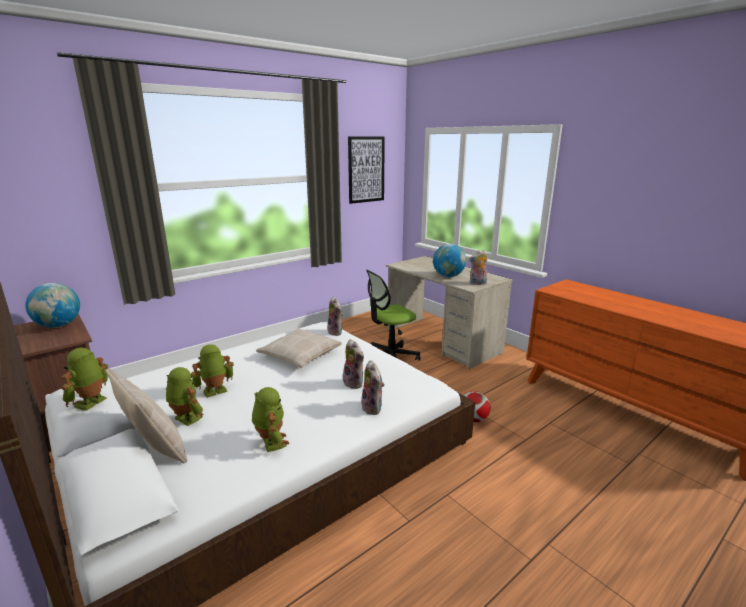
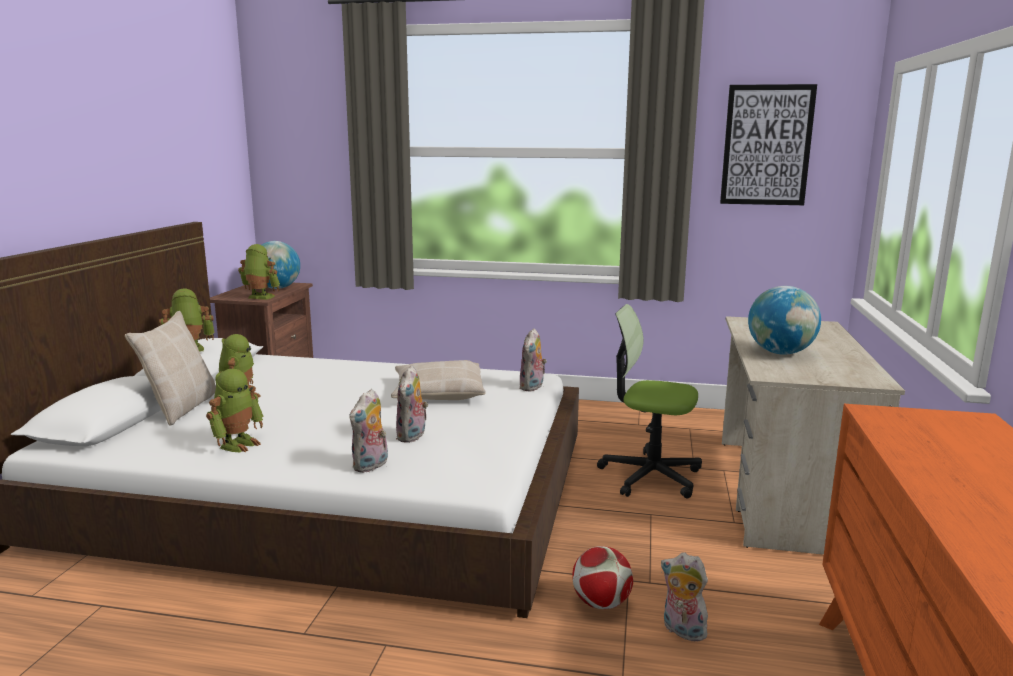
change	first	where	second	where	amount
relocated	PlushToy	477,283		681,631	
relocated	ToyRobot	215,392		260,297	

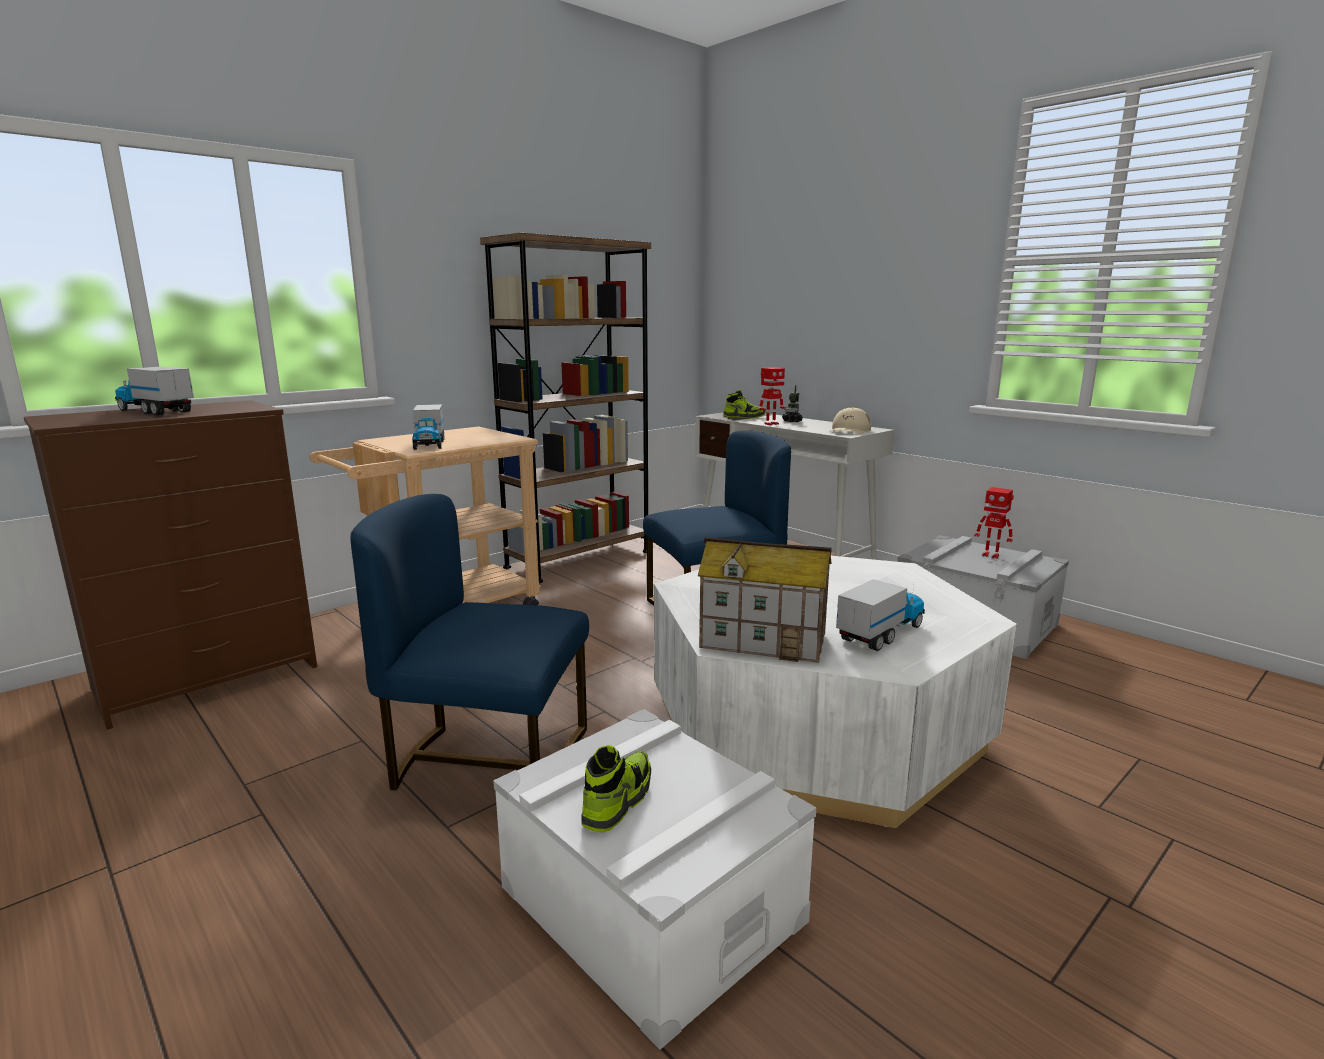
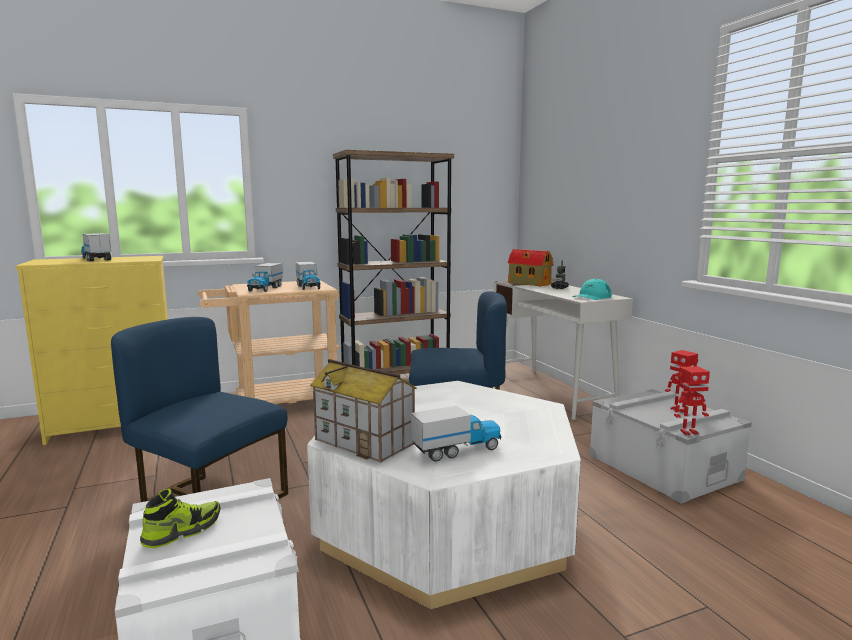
change	first	where	second	where	amount
relocated	ToyRobot	770,424		688,432	
exchanged	Shoe	744,417	ToyHouse	528,283	
colour	BrownDresser	209,677	YellowDresser	116,424	
colour	BeigeCap	849,430	TurquoiseCap	591,297	
appeared			ToyTruck	308,287	

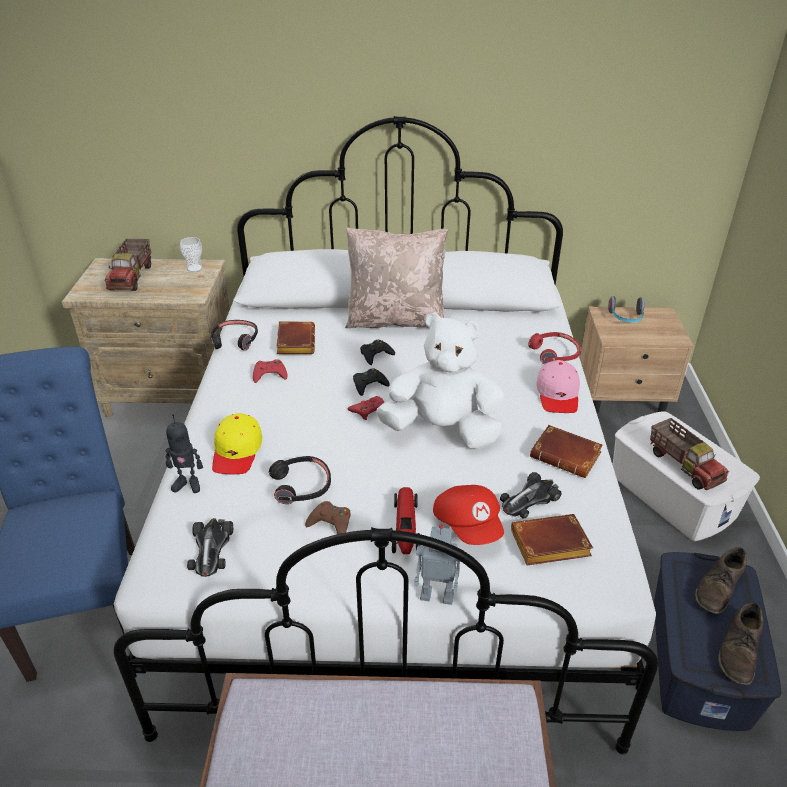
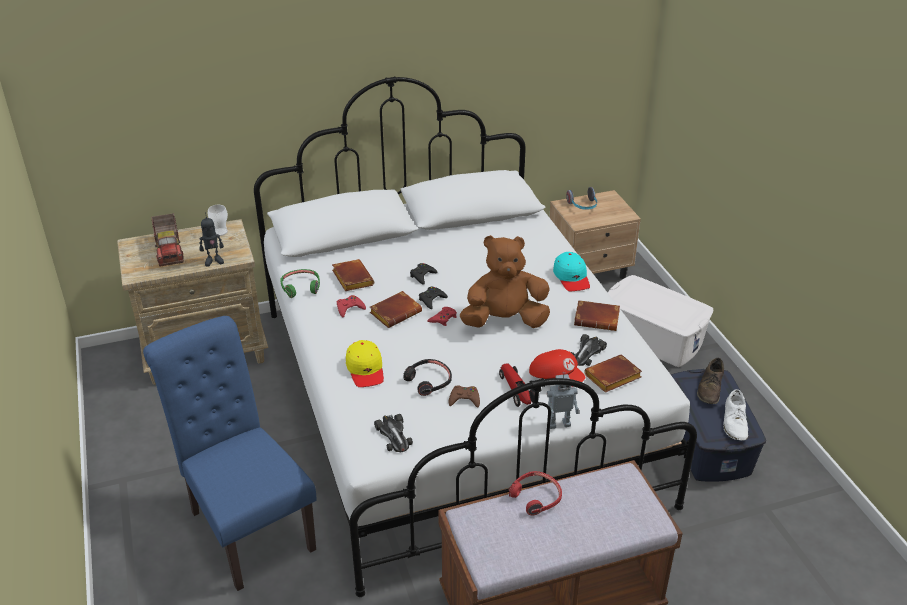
change	first	where	second	where	amount
missing	BeigePillow	396,320			
colour	WhitePlushToy	442,430	BrownPlushToy	504,321	
colour	BlackHeadphones	235,340	GreenHeadphones	301,287	
relocated	RedHeadphones	554,353		536,497	
colour	PinkCap	558,394	TurquoiseCap	571,277	
relocated	ToyRobot	188,484		214,261	
missing	ToyTruck	684,465			
colour	BrownShoe	739,650	WhiteShoe	735,422	
appeared			BrownBook	396,312	

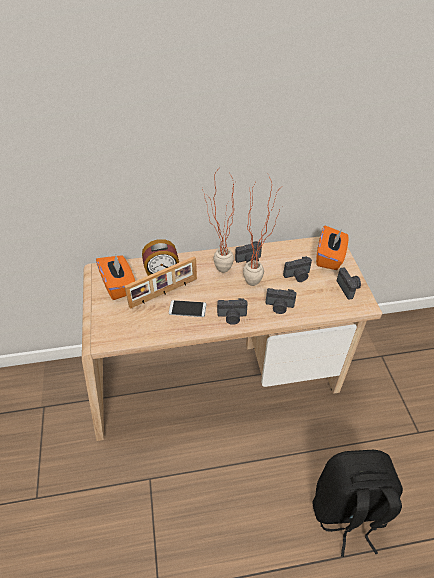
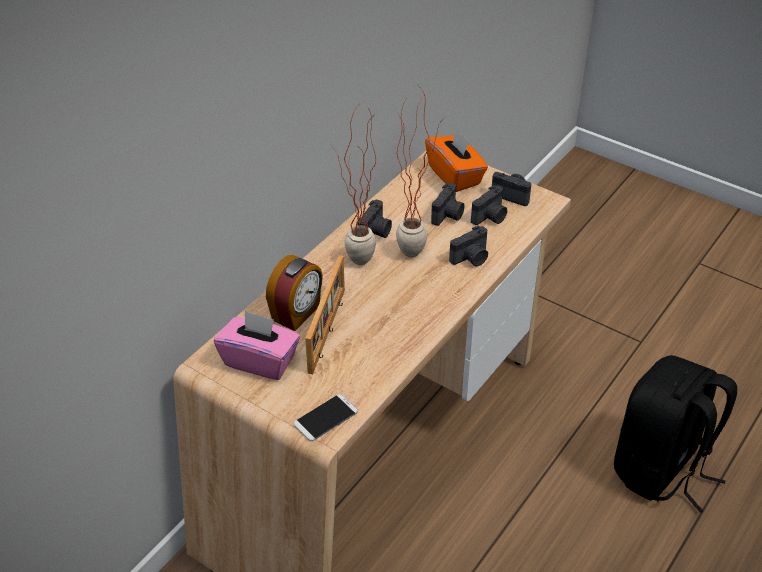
change	first	where	second	where	amount
colour	OrangeTissueBox	119,285	PinkTissueBox	260,361	
relocated	PhotoCamera	232,317		490,217	
relocated	Phone	187,309		326,418	

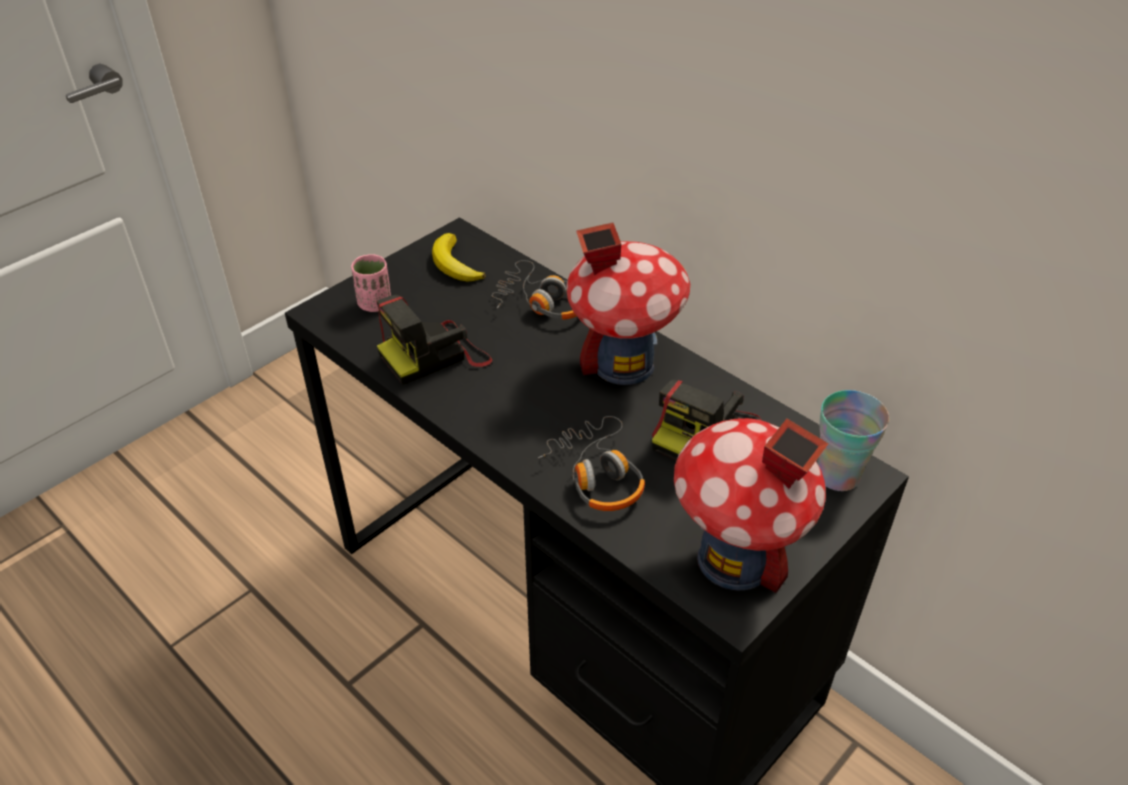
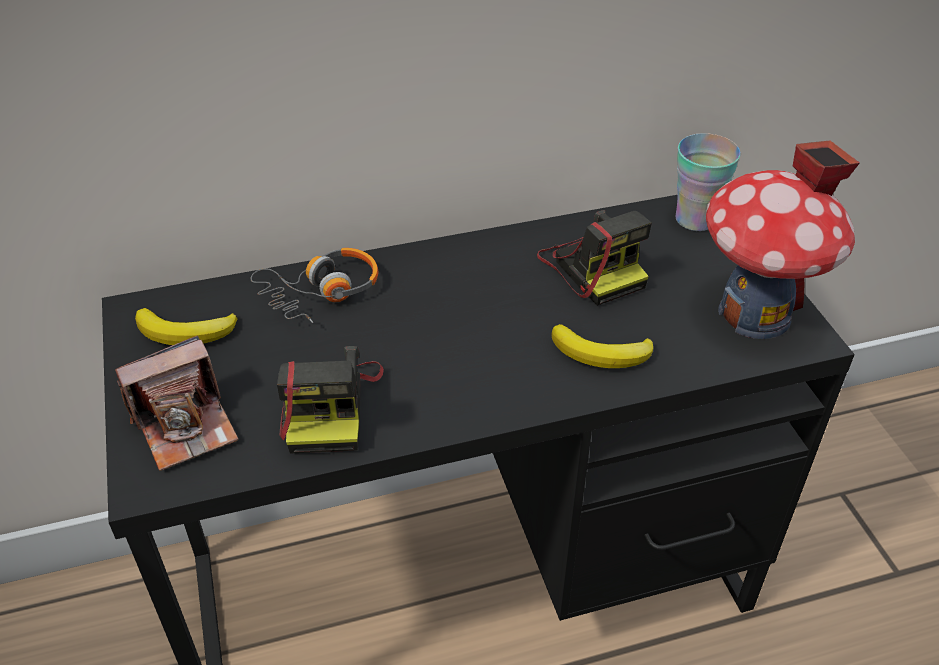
change	first	where	second	where	amount
missing	ToyHouse	623,363			
exchanged	PinkCup	375,304	PhotoCamera	186,426	
exchanged	Headphones	598,474	Banana	602,353	

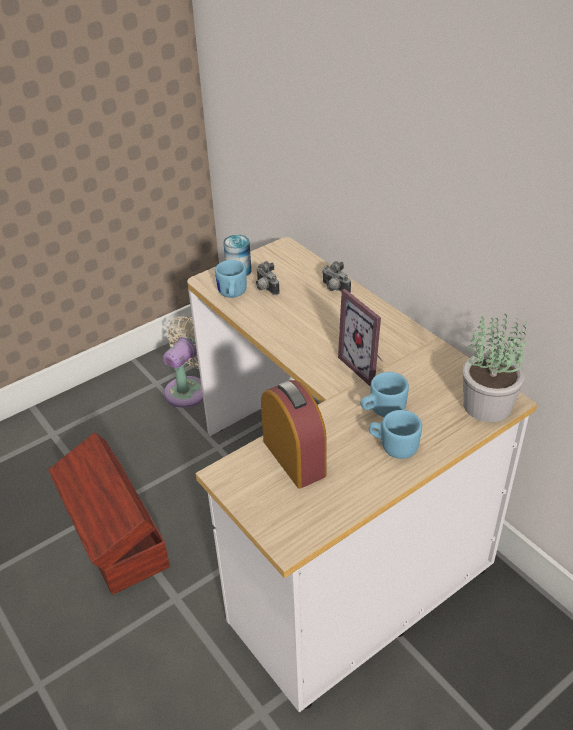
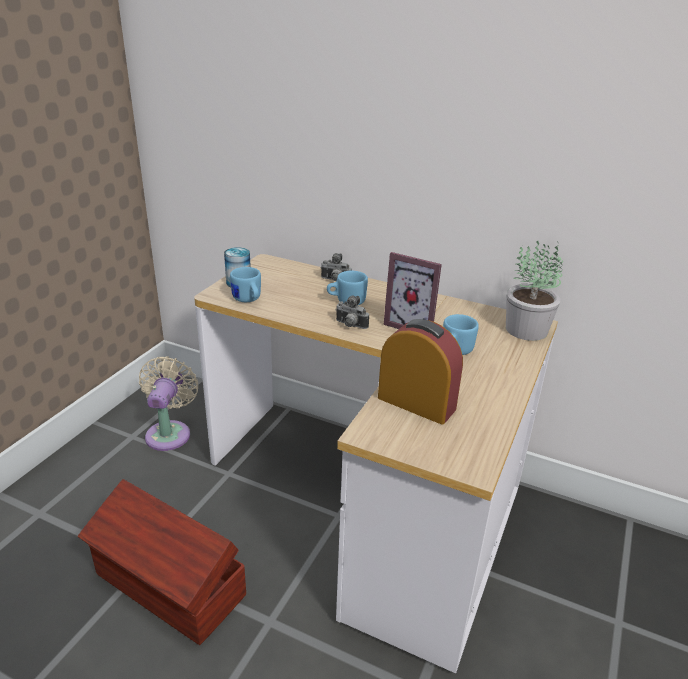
change	first	where	second	where	amount
relocated	PhotoCamera	265,288		350,326	
relocated	BlueMug	393,446		346,301	

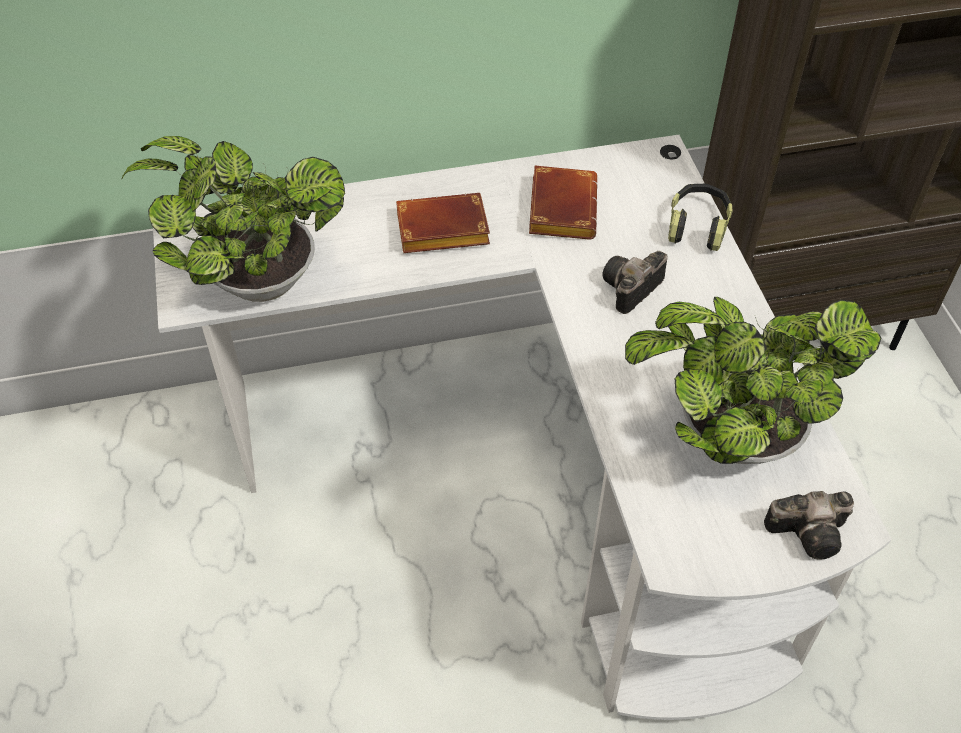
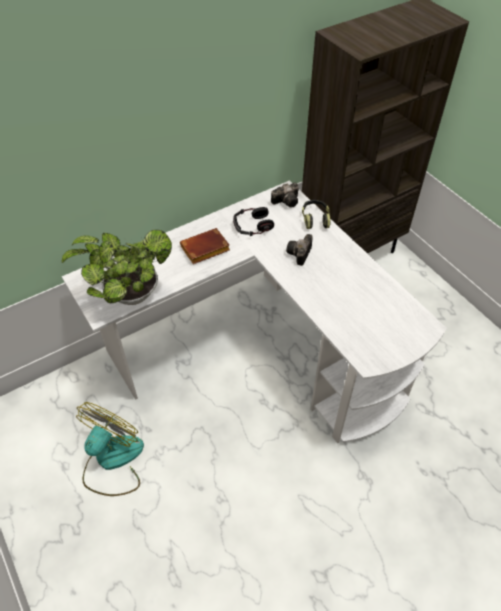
change	first	where	second	where	amount
exchanged	BrownBook	559,208	Headphones	252,226	
missing	PottedPlant	728,438			
relocated	PhotoCamera	811,532		287,201	
appeared			Fan	112,461	

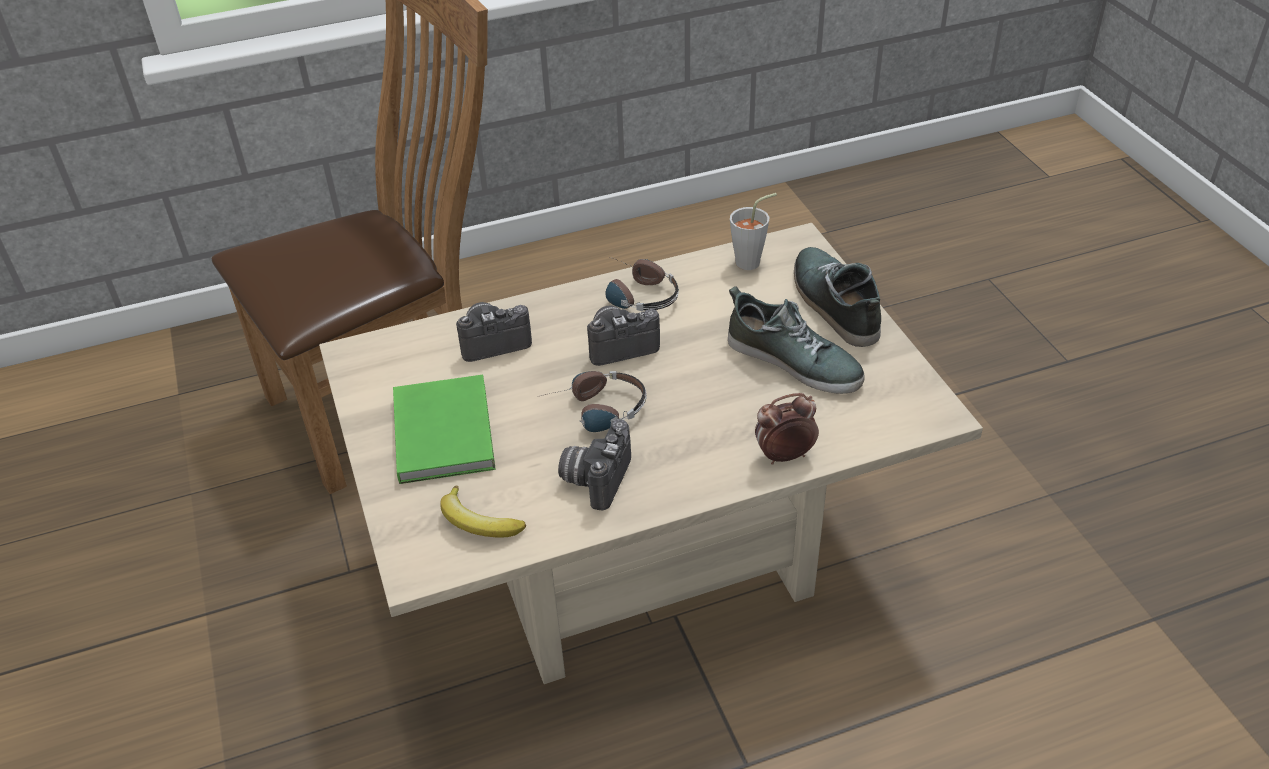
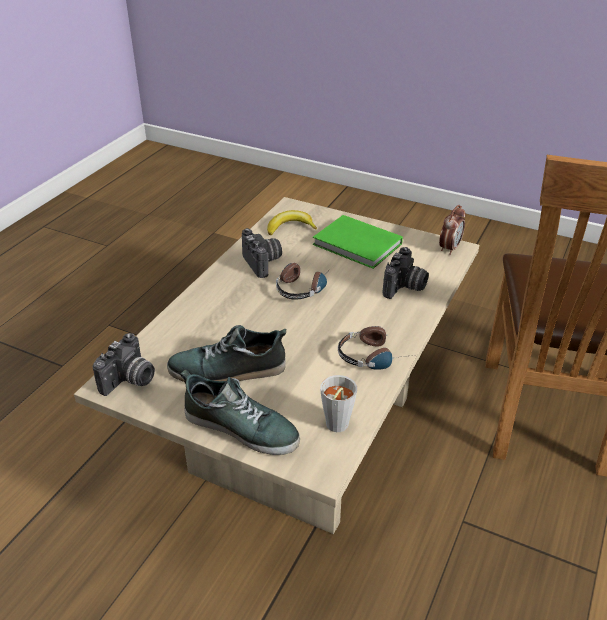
change	first	where	second	where	amount
relocated	PhotoCamera	620,345		130,381	
relocated	AlarmClock	784,456		449,248	

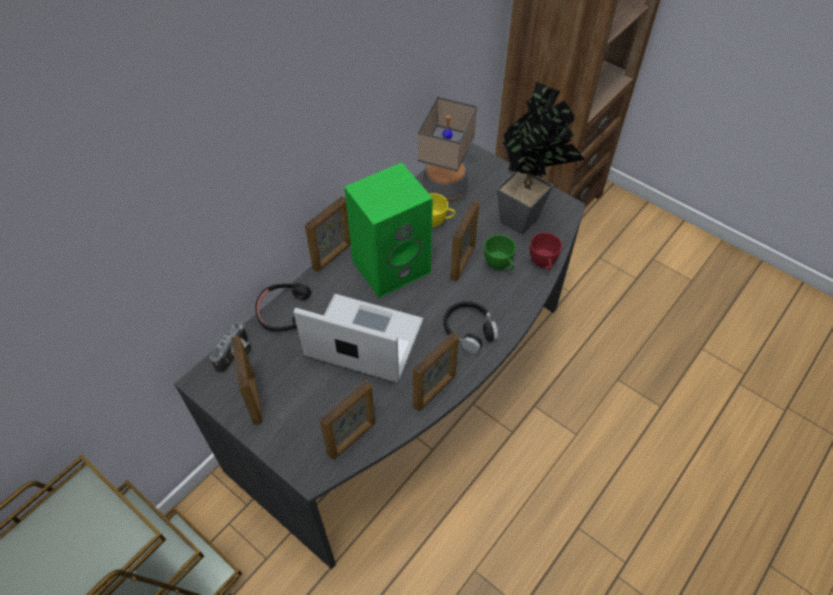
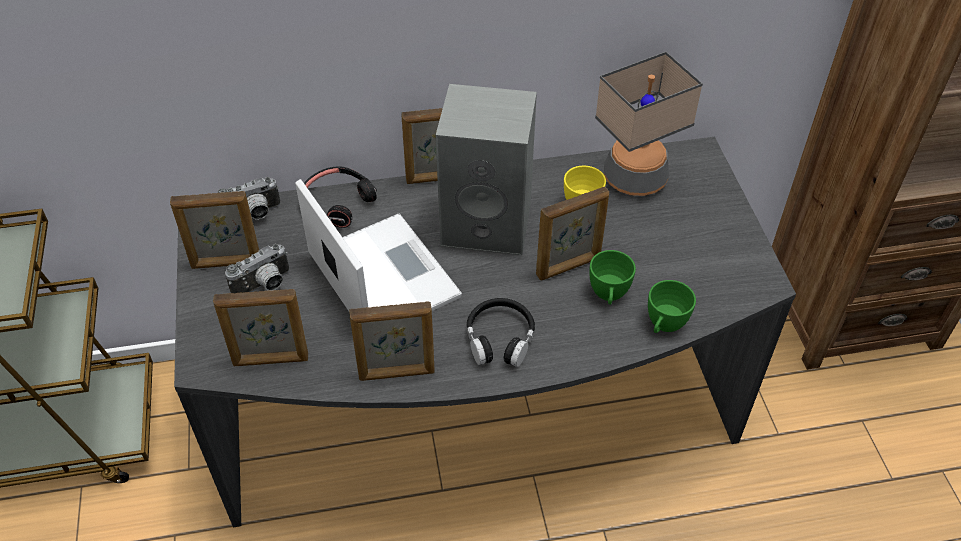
change	first	where	second	where	amount
missing	PottedPlant	525,218			
colour	GreenSpeaker	392,265	GreySpeaker	489,223	
colour	RedCup	543,264	GreenCup	664,326	
spun	PictureFrame	254,399		226,263	60 degrees clockwise
appeared			PhotoCamera	264,286	

